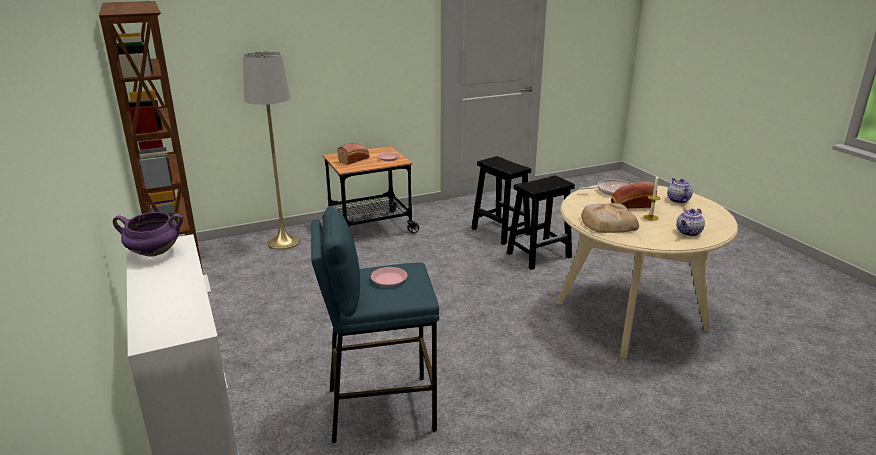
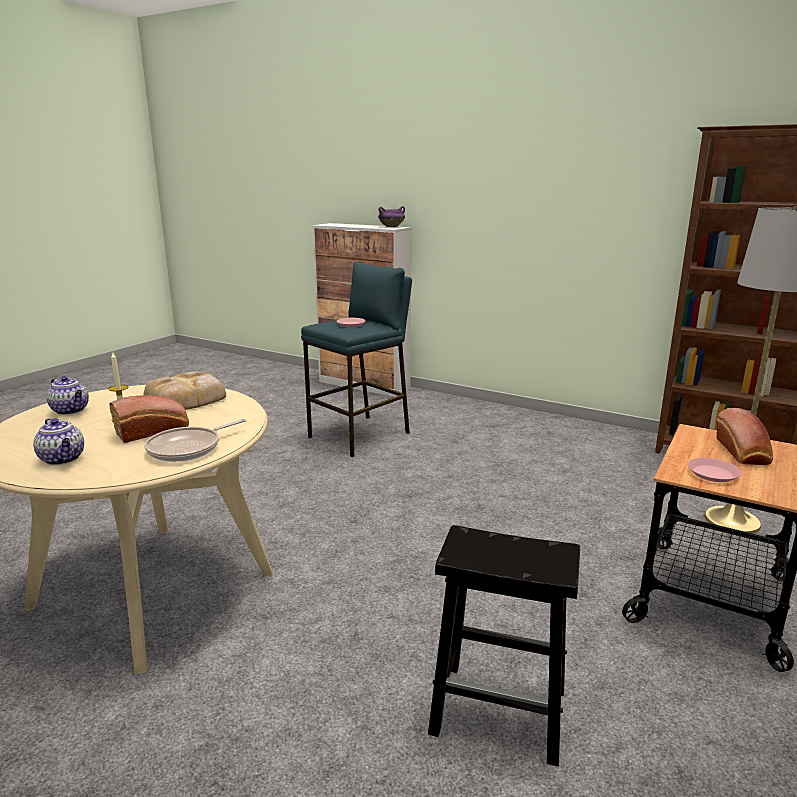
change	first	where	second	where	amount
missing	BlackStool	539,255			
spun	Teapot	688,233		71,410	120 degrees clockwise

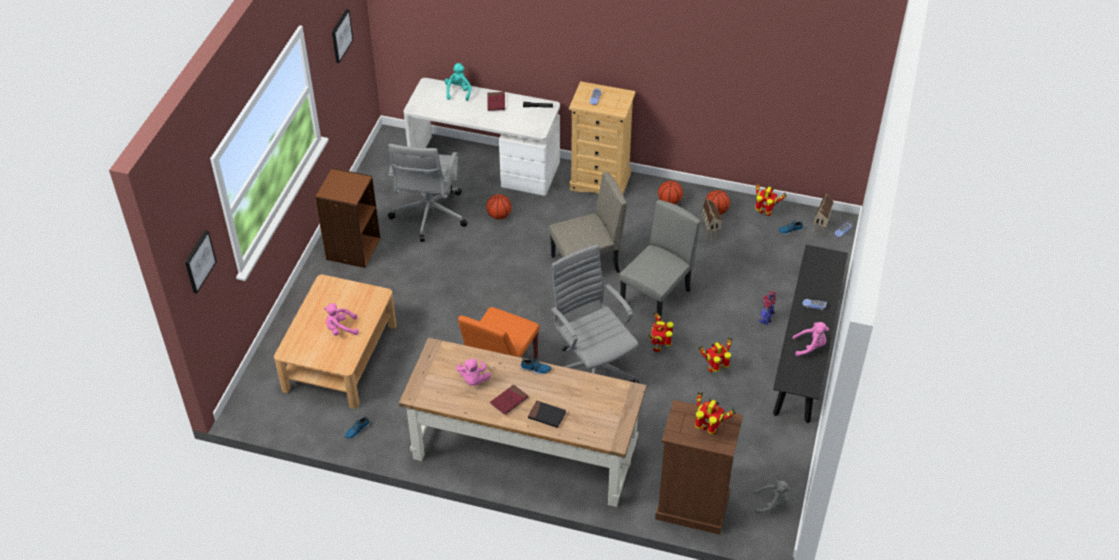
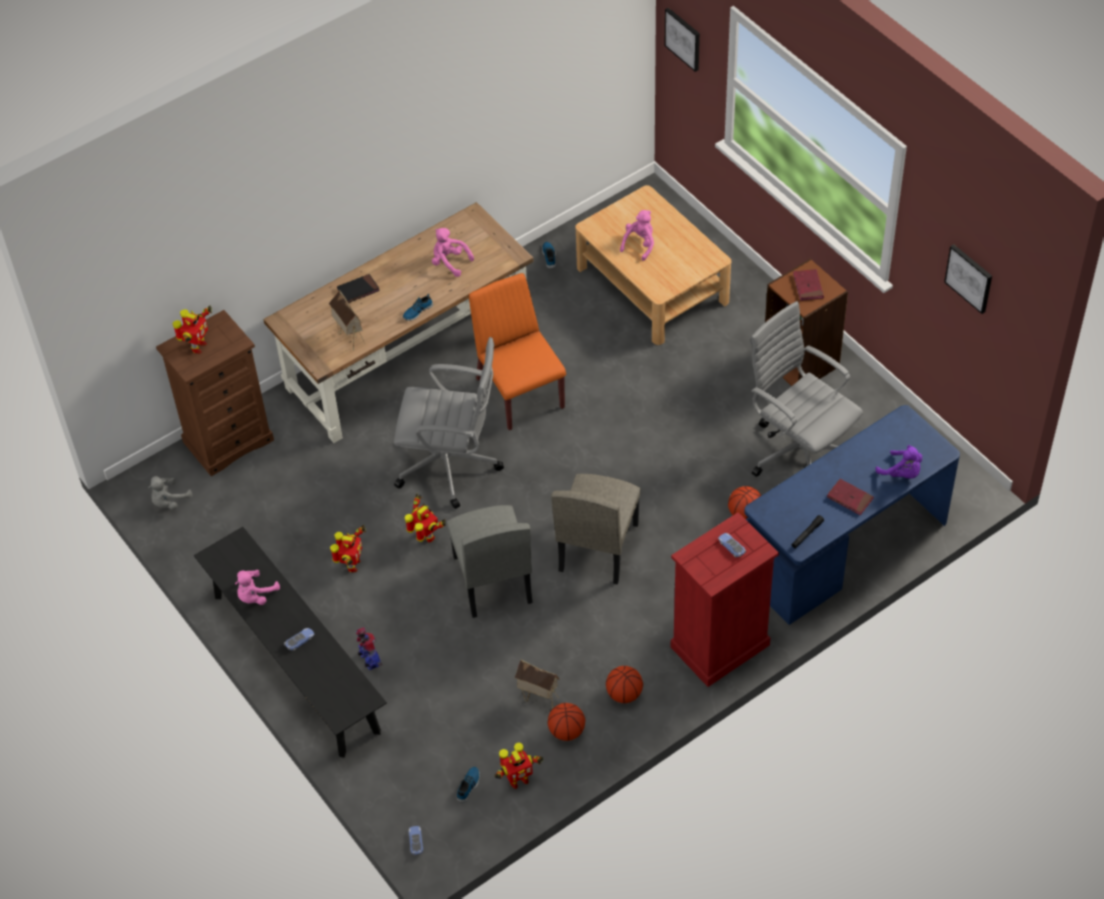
change	first	where	second	where	amount
colour	TurquoisePlushToy	458,92	PurplePlushToy	902,473	
colour	WhiteDesk	485,165	BlueDesk	845,549	
colour	BeigeDresser	600,181	RedDresser	719,646	
relocated	ToyHouse	820,229		349,337	
relocated	RedBook	509,401		808,286	
spun	ToyRobot	708,430		197,347	45 degrees counterclockwise

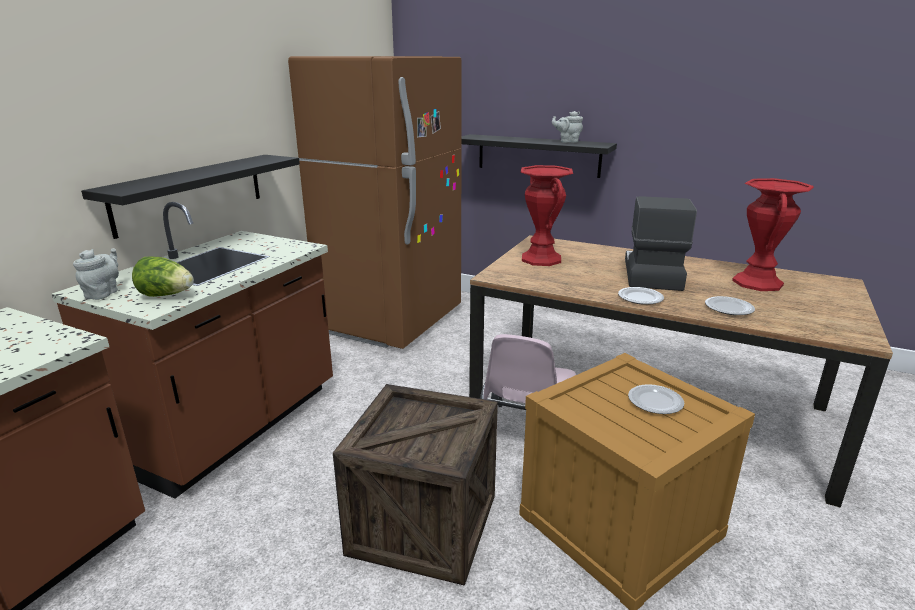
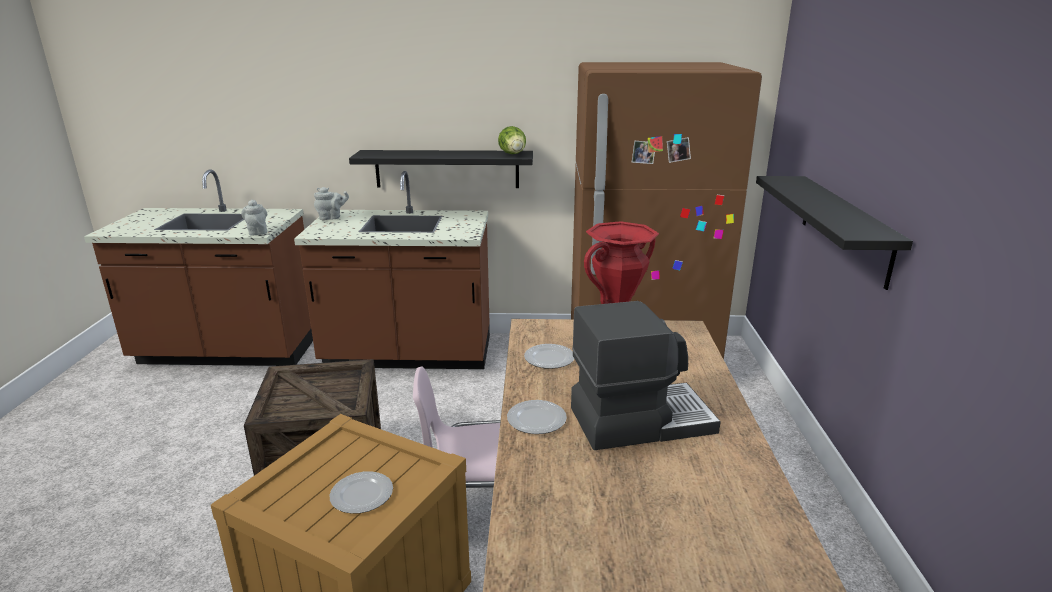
change	first	where	second	where	amount
relocated	GreyTeapot	567,141		257,232	
missing	RedVase	757,282			
relocated	Lettuce	167,295		513,154	
relocated	Plate	729,308		549,359	

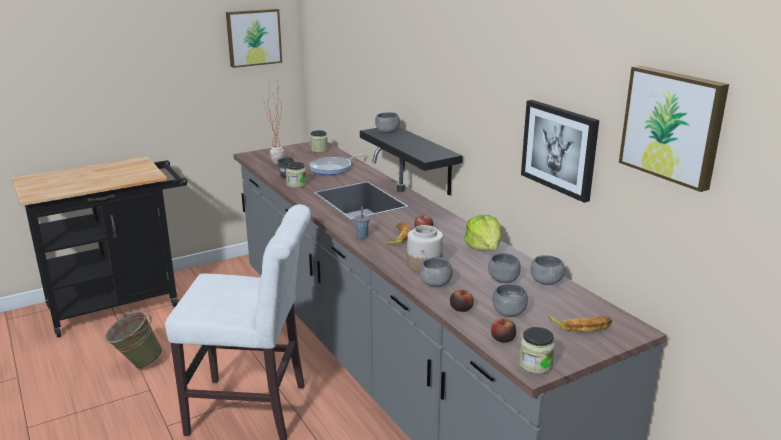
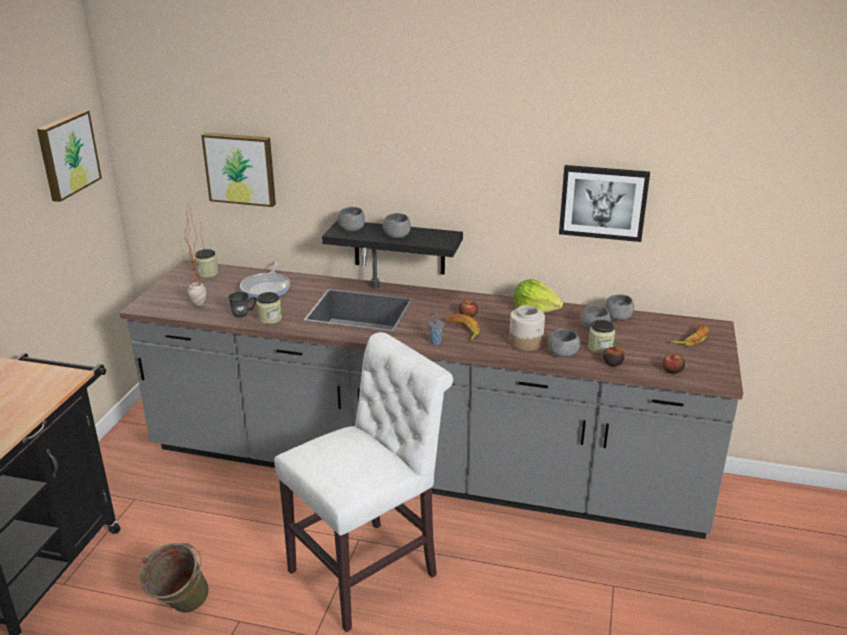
change	first	where	second	where	amount
relocated	Picture	673,125		240,168	
relocated	GreyBowl	508,312		396,236	
relocated	Jar	535,364		600,348	

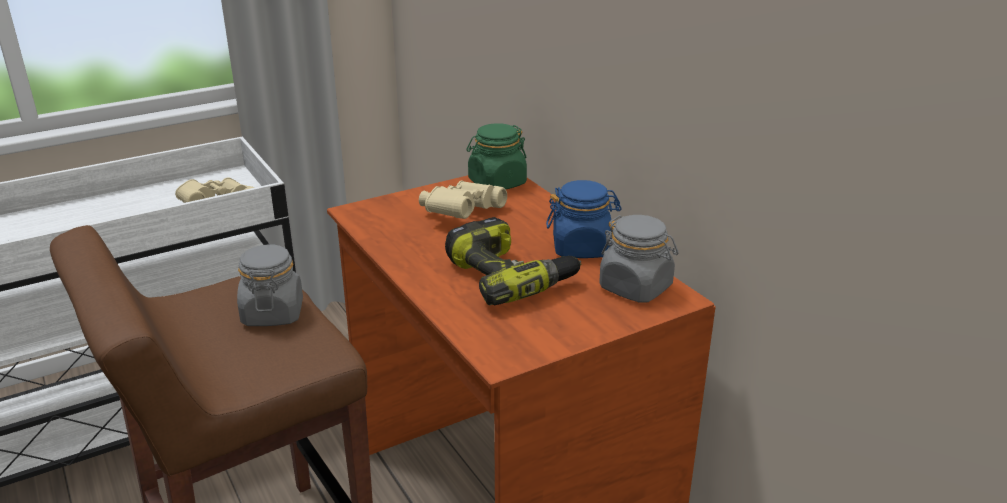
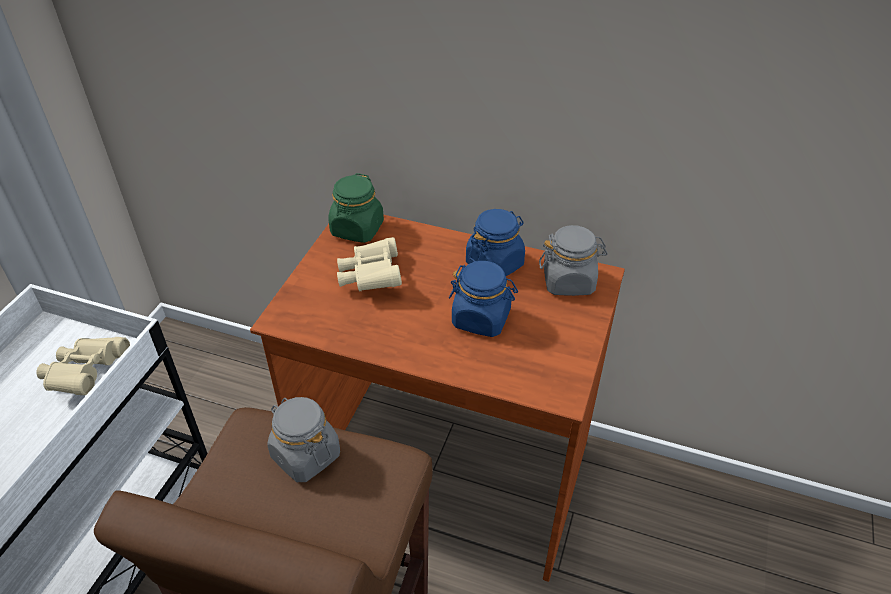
change	first	where	second	where	amount
exchanged	PowerDrill	510,277	BlueJar	481,318	

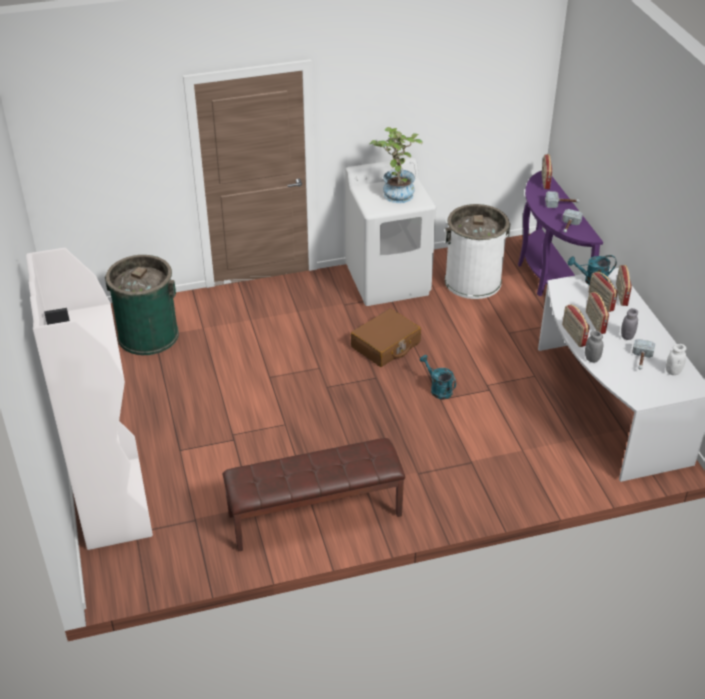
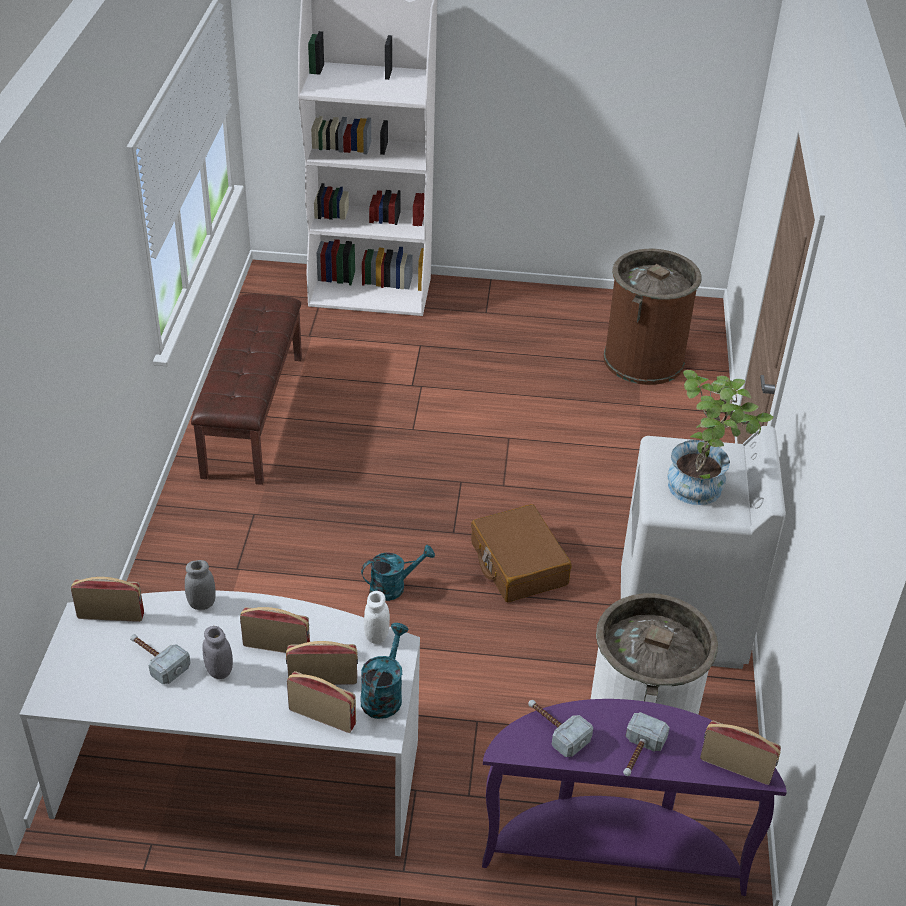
change	first	where	second	where	amount
colour	GreenTrashCan	148,335	BrownTrashCan	644,359	
relocated	Radio	573,335		111,615	
relocated	WhiteJar	673,371		376,636	

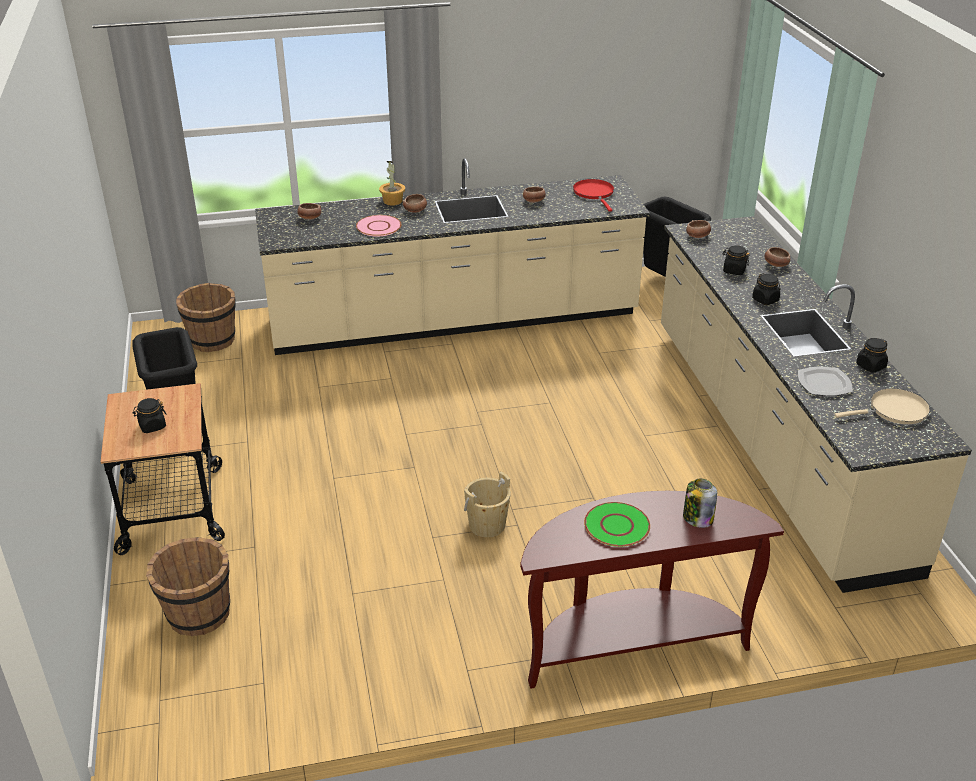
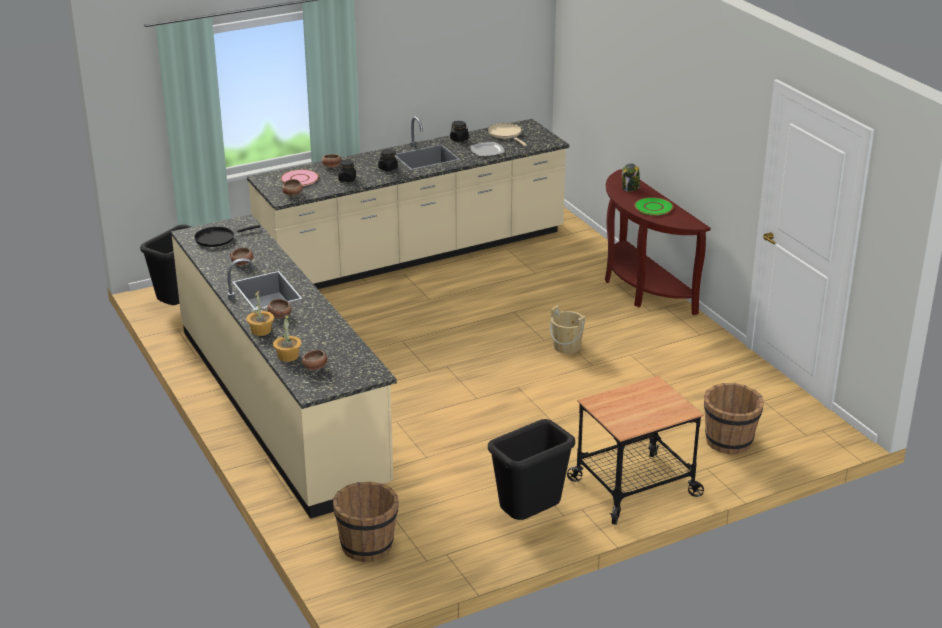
change	first	where	second	where	amount
colour	RedFryingPan	594,193	BlackFryingPan	217,238	
relocated	PinkPlate	378,227		300,179	
missing	BlackJar	152,426			
appeared			PottedPlant	287,356	

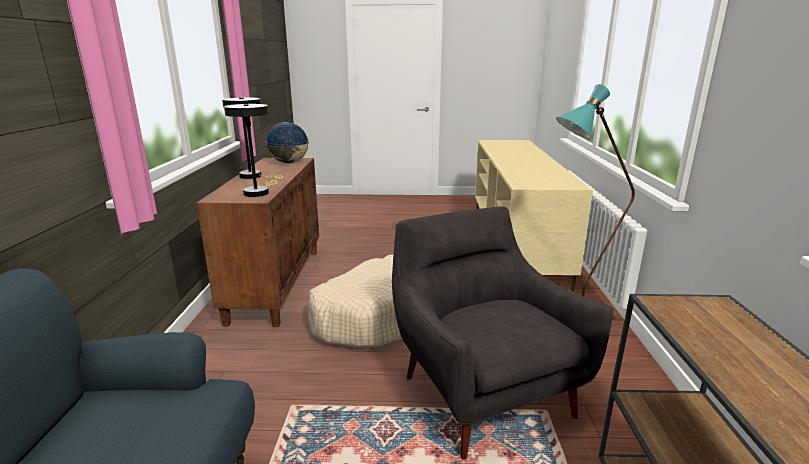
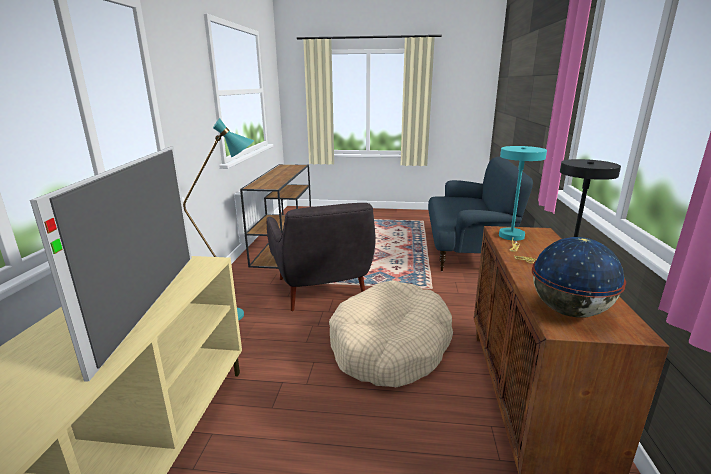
change	first	where	second	where	amount
colour	BlackTableLamp	258,192	TurquoiseTableLamp	512,238	
appeared			Television	152,303	

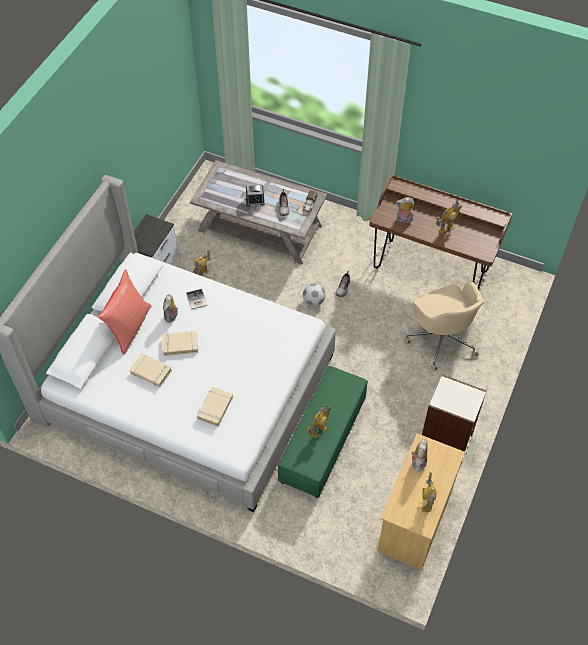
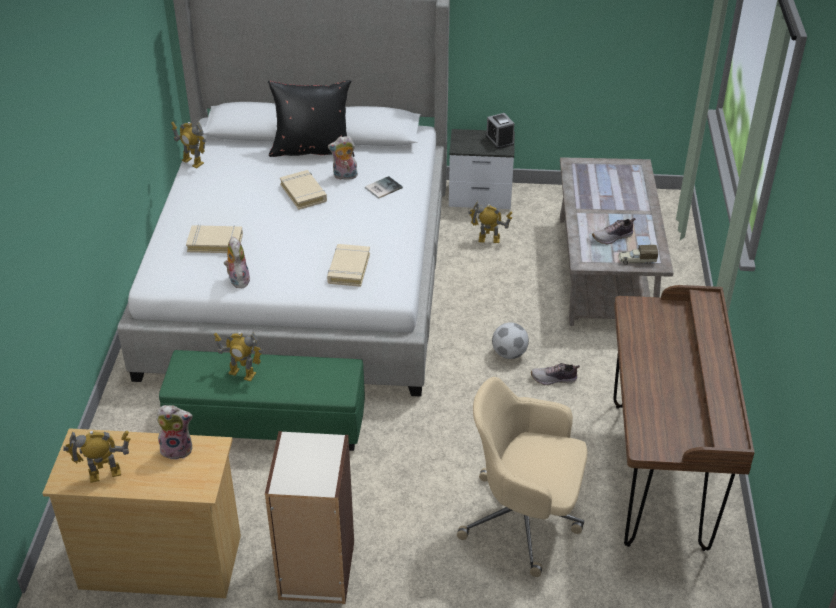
change	first	where	second	where	amount
relocated	AlarmClock	255,200		499,140	
relocated	PlushToy	404,219		237,280	
relocated	ToyRobot	446,228		192,162	
colour	RedPillow	129,327	BlackPillow	312,150	
spun	BeigeOfficeChair	441,338		524,520	60 degrees clockwise
relocated	BeigeBook	150,372		348,268	

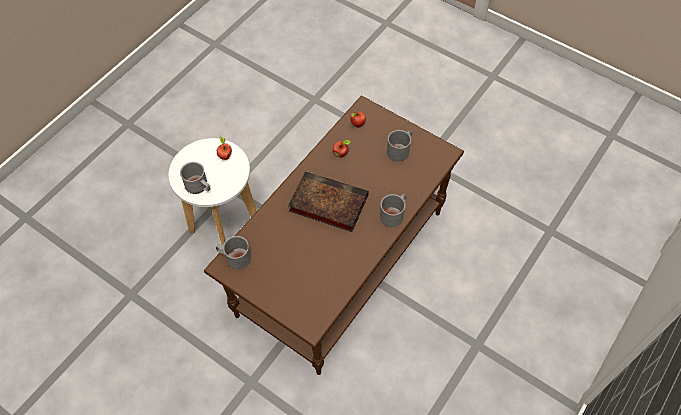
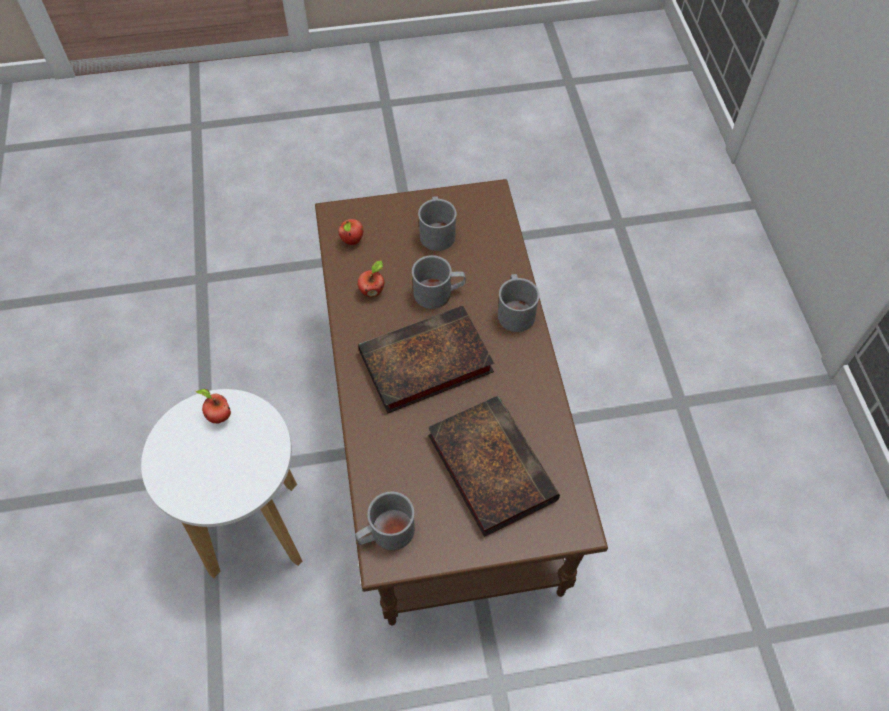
change	first	where	second	where	amount
relocated	GreyMug	199,187		438,293	
appeared			Book	488,465	

